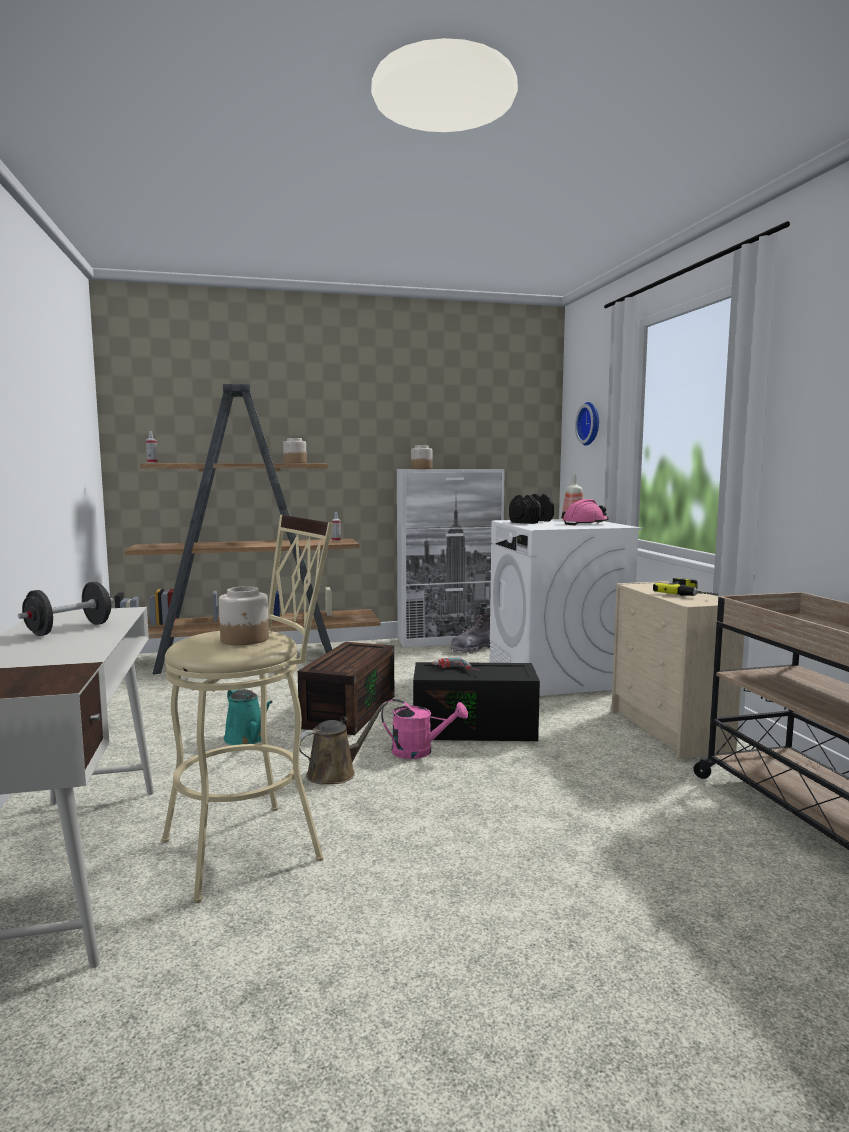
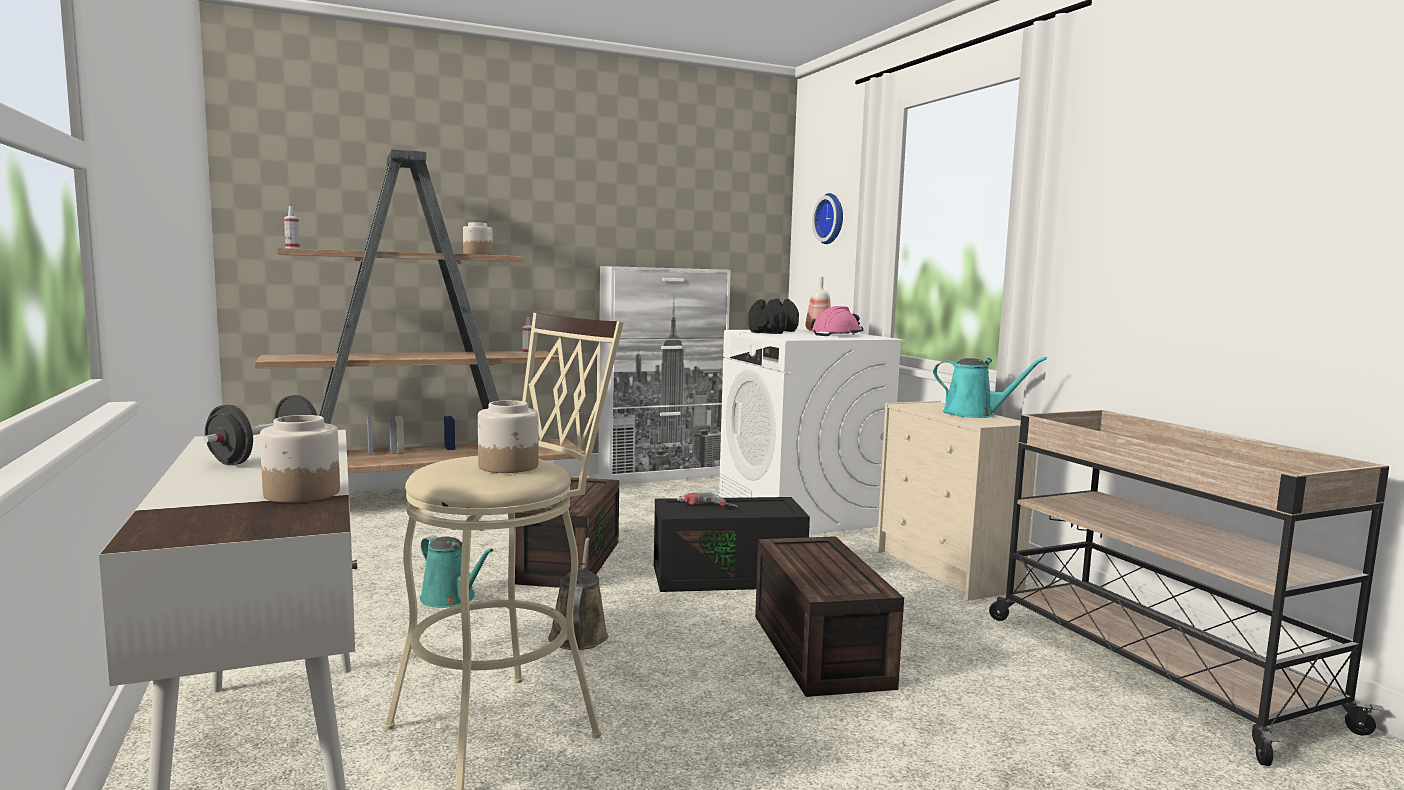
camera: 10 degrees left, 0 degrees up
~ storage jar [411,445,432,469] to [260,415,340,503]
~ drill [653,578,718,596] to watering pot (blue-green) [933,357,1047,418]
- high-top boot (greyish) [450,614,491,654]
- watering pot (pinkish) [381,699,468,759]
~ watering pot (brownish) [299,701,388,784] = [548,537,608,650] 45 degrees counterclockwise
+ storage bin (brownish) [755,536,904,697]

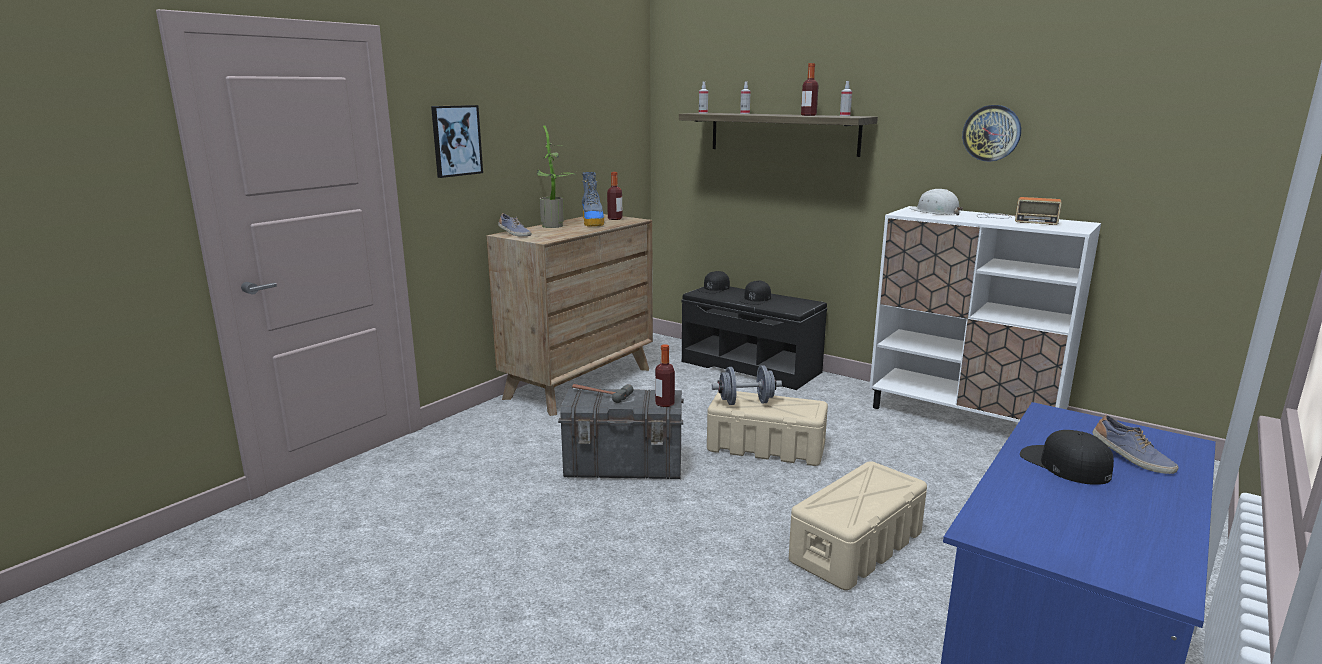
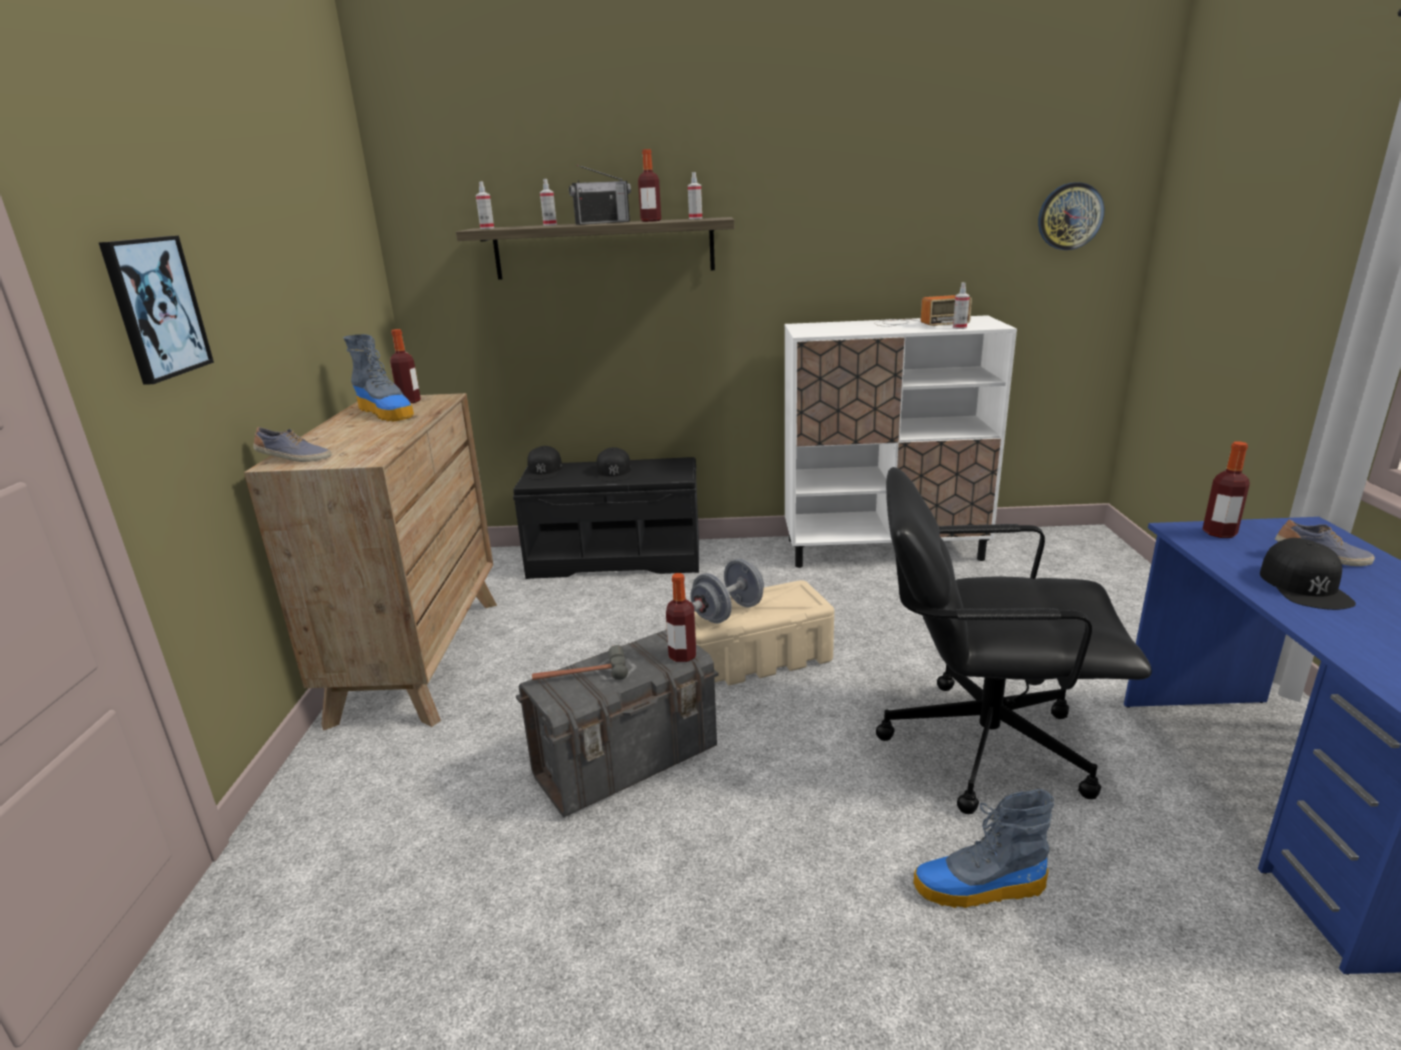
camera: 35 degrees left, 5 degrees up
~ clock on the wall [962,105,1021,161] to [1038,182,1104,250]
- plant in a pot [536,125,576,228]
- safety helmet (whitish) [909,189,963,216]
~ baseball cap (blackish) [1020,430,1114,485] = [1260,538,1356,610] 105 degrees counterclockwise
~ storage bin (sand-coloured) [789,461,927,590] to computer chair (blackish) [876,467,1152,814]
+ radio receiver [569,165,631,225]
+ hand sprayer [953,283,970,329]
+ beverage bottle [1202,442,1250,538]
+ high-top boot [914,789,1054,908]

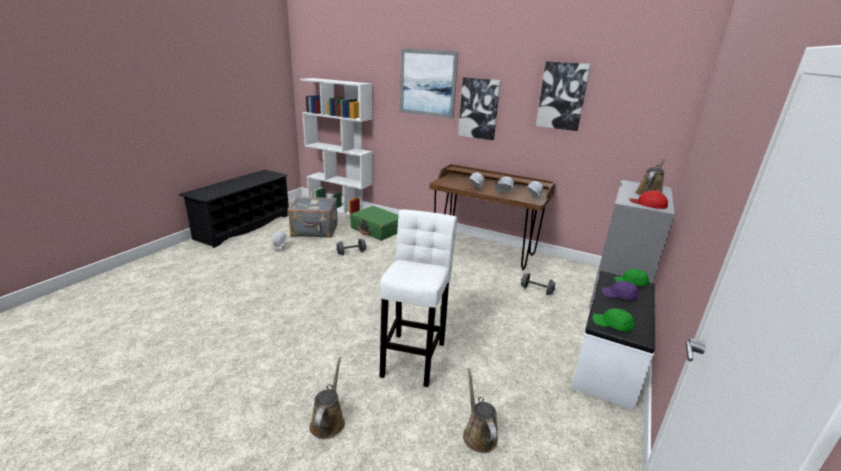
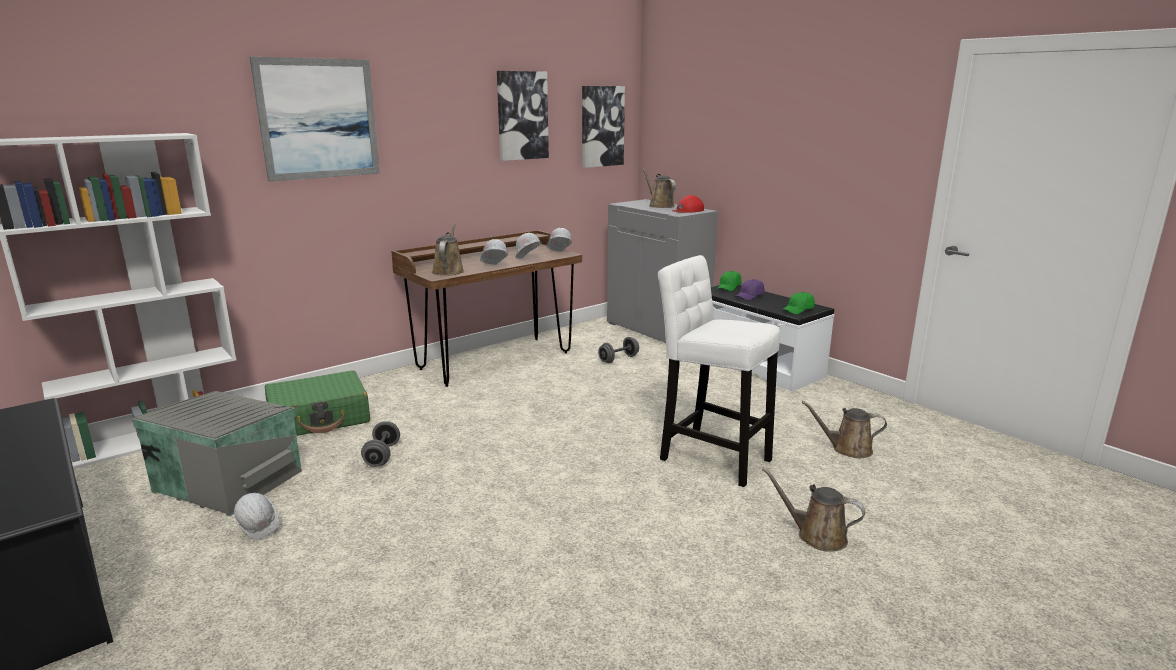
camera: 65 degrees left, 5 degrees down
~ picture [458,77,501,140] to [582,86,625,168]
~ travel case (greyish) [287,196,338,238] to storage bin (greyish) [132,391,302,516]
+ watering pot (brownish) [432,223,464,276]

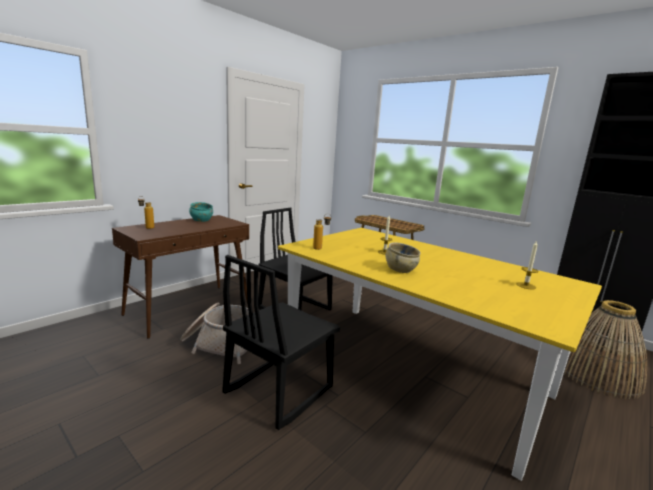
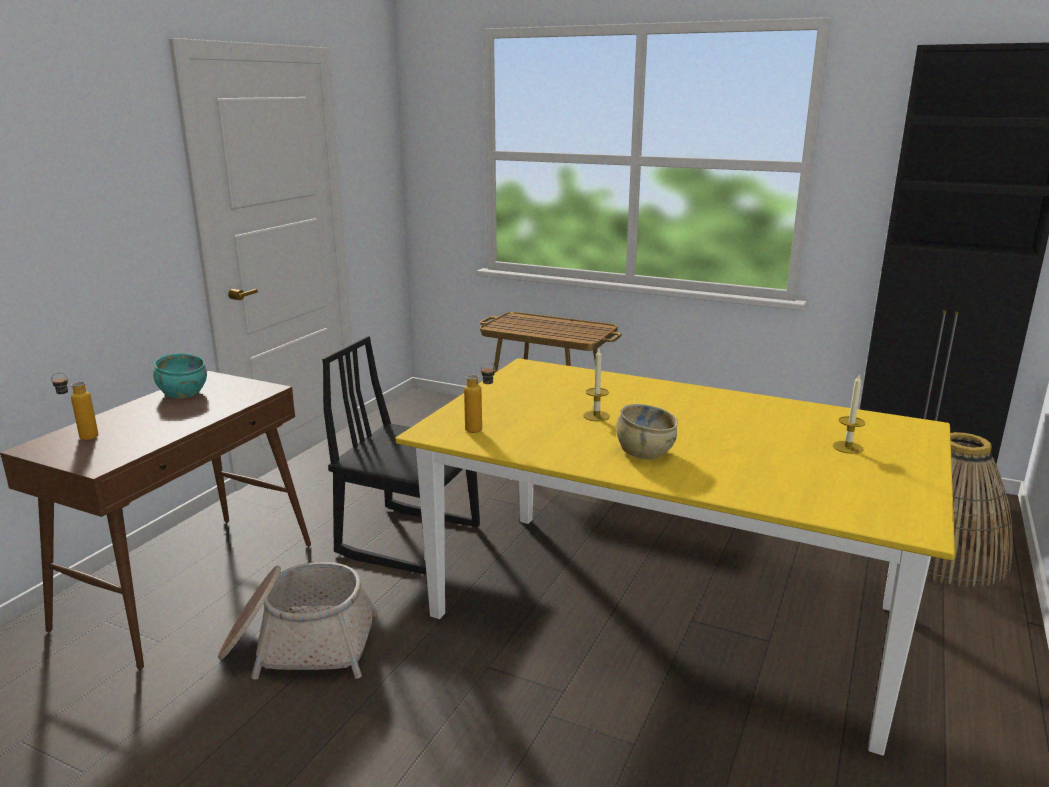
camera: 15 degrees left, 5 degrees up
- plain chair (blackish) [222,255,340,430]

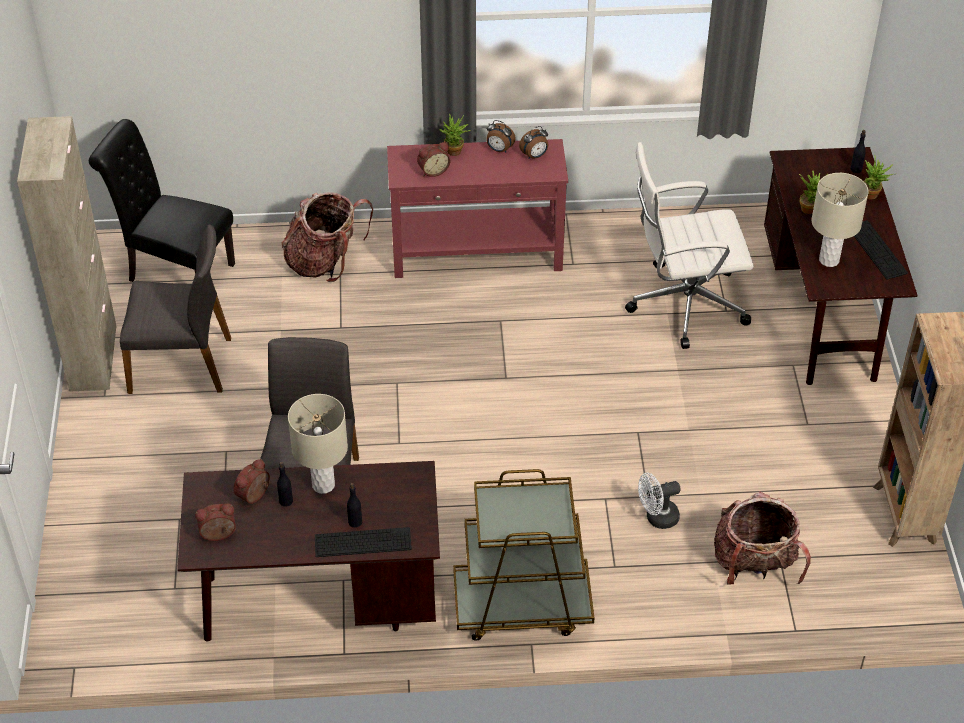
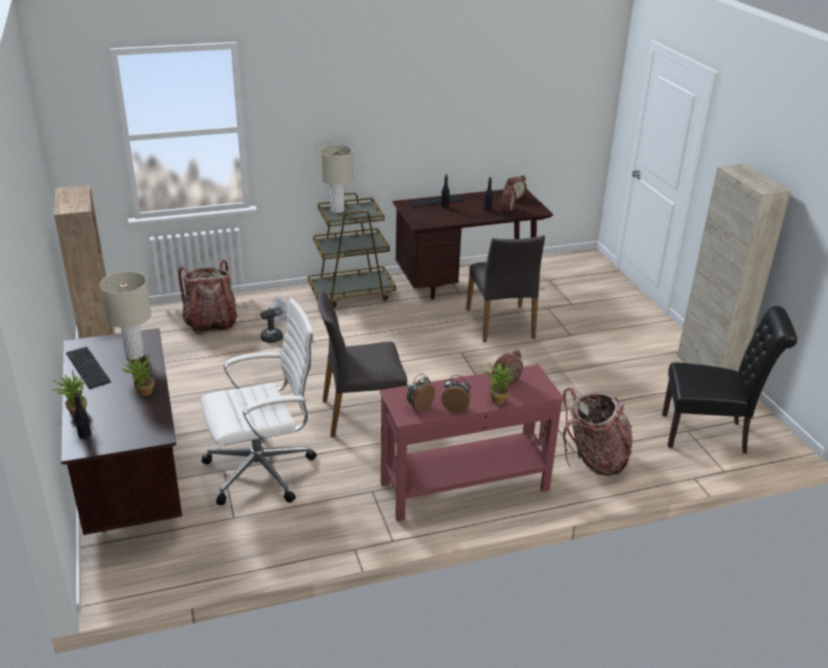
camera: 165 degrees right, 15 degrees down
~ plain chair (greyish) [120,224,231,394] to [317,291,407,437]
~ lamp for a table (sand-coloured) [288,394,348,494] to [319,145,353,213]

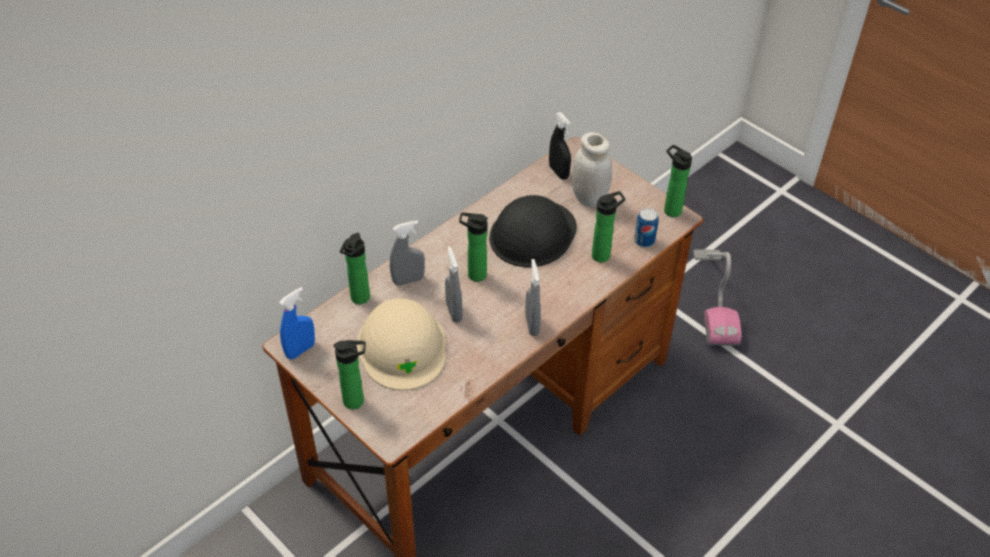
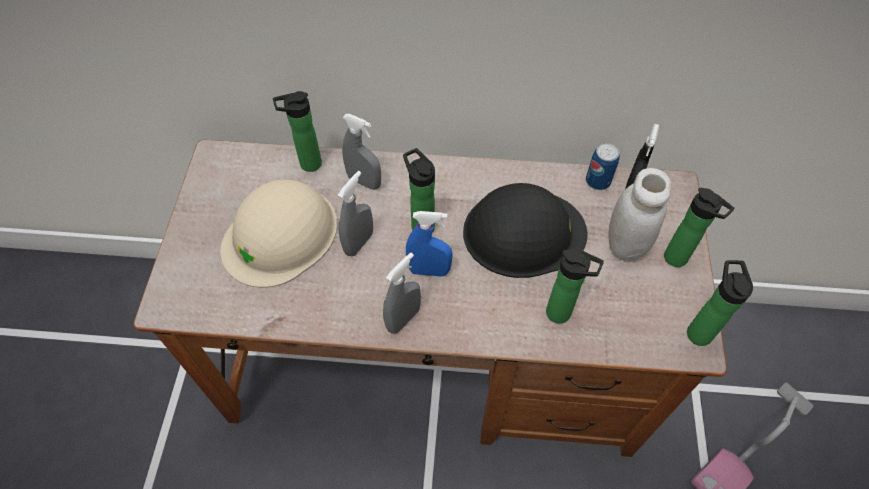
camera: 50 degrees right, 10 degrees up
~ sealed can [634,208,659,247] to [586,143,620,190]
~ hand sprayer (blue) [279,287,315,359] to [406,211,453,276]
~ beverage bottle [333,340,366,410] to [664,188,735,267]

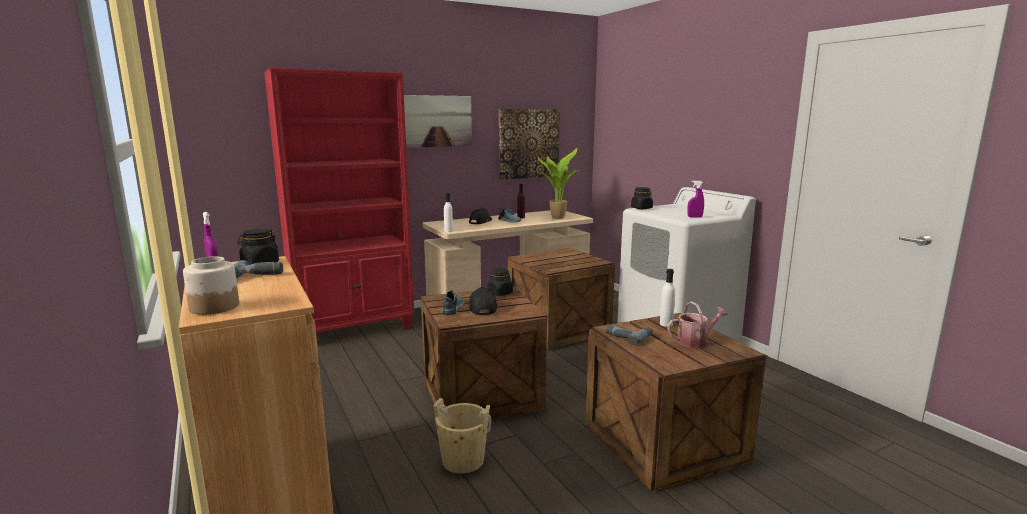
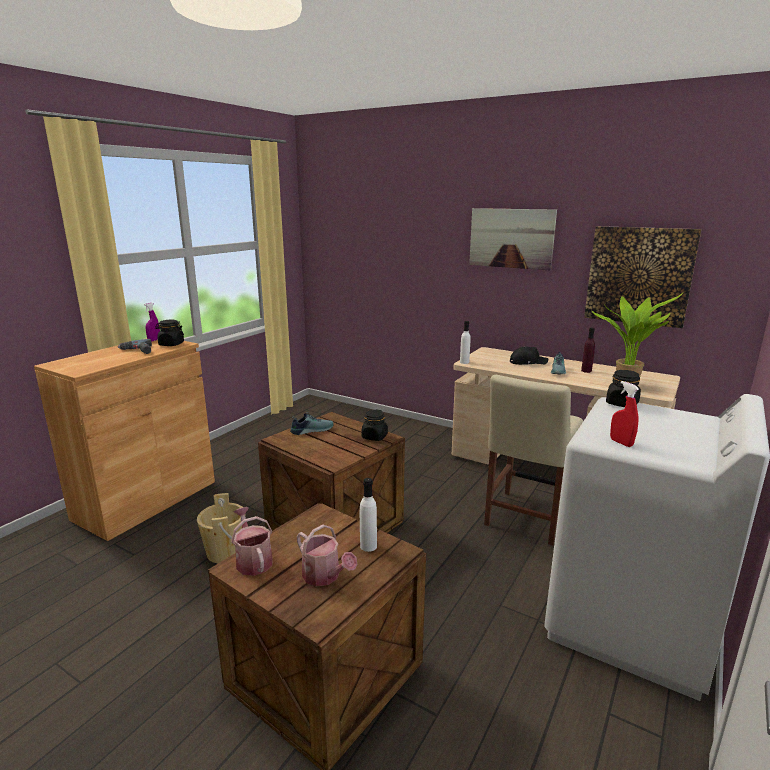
camera: 60 degrees right, 5 degrees up
- shelving unit (red-coloured) [264,68,414,333]
~ hand sprayer (purple-coloured) [687,180,704,218] to hand sprayer (red-coloured) [610,381,639,447]
~ shipping crate [507,248,615,350] to plain chair (sand-coloured) [484,375,583,545]
- storage jar [183,256,239,315]
- baseball cap (blackish) [469,287,497,315]
- drill [605,324,653,346]
+ watering pot [231,507,273,576]

